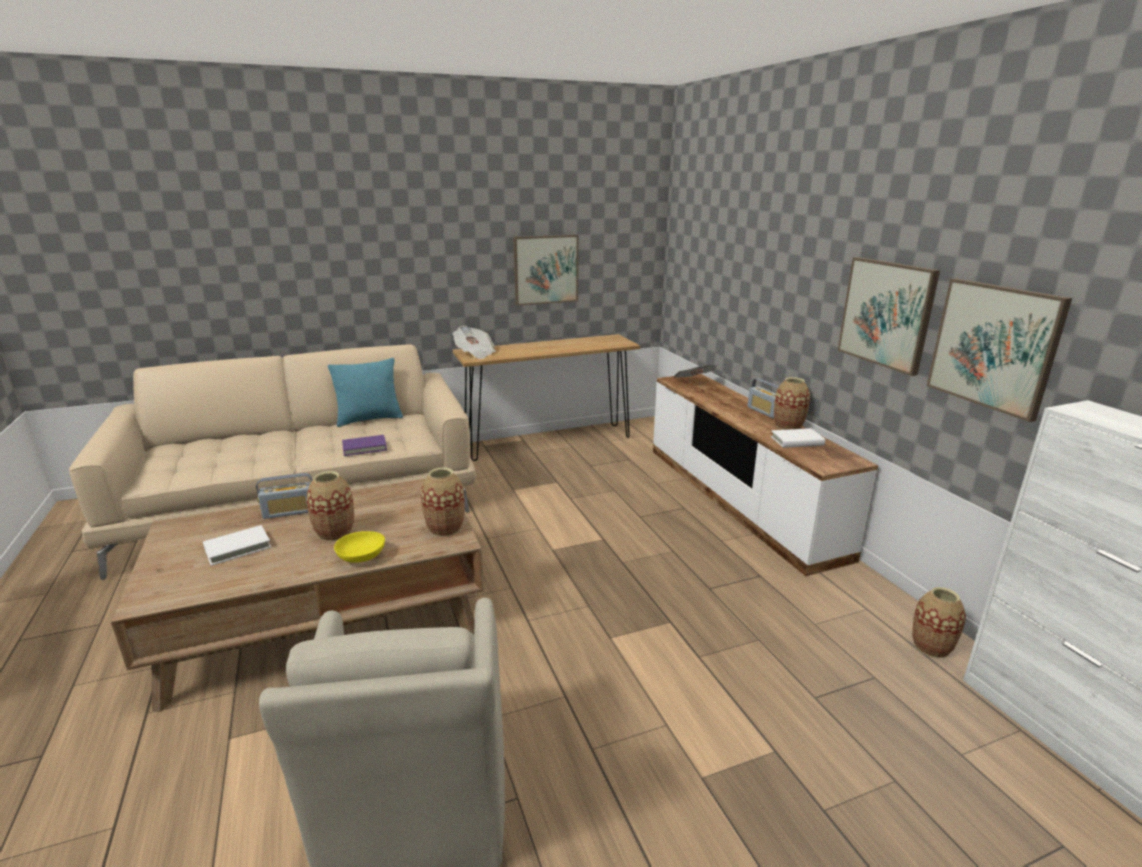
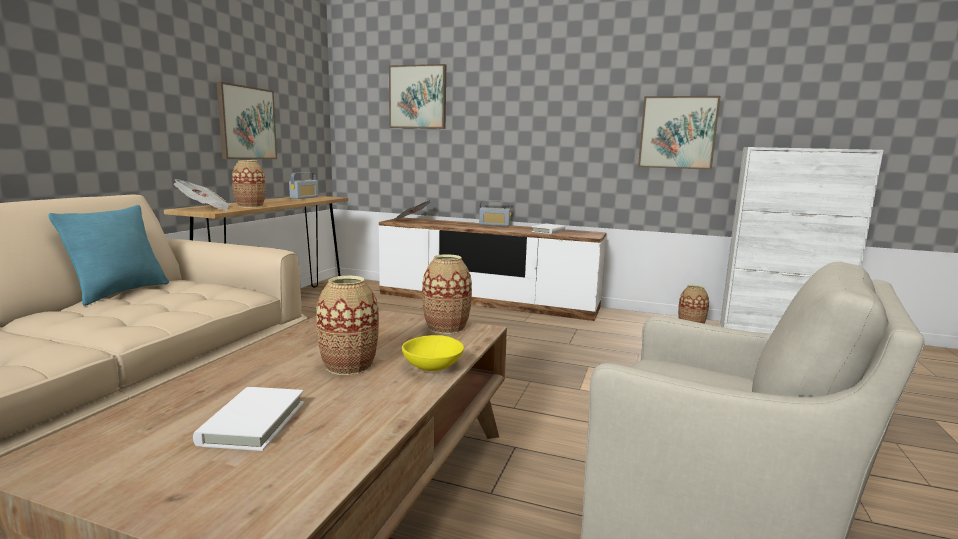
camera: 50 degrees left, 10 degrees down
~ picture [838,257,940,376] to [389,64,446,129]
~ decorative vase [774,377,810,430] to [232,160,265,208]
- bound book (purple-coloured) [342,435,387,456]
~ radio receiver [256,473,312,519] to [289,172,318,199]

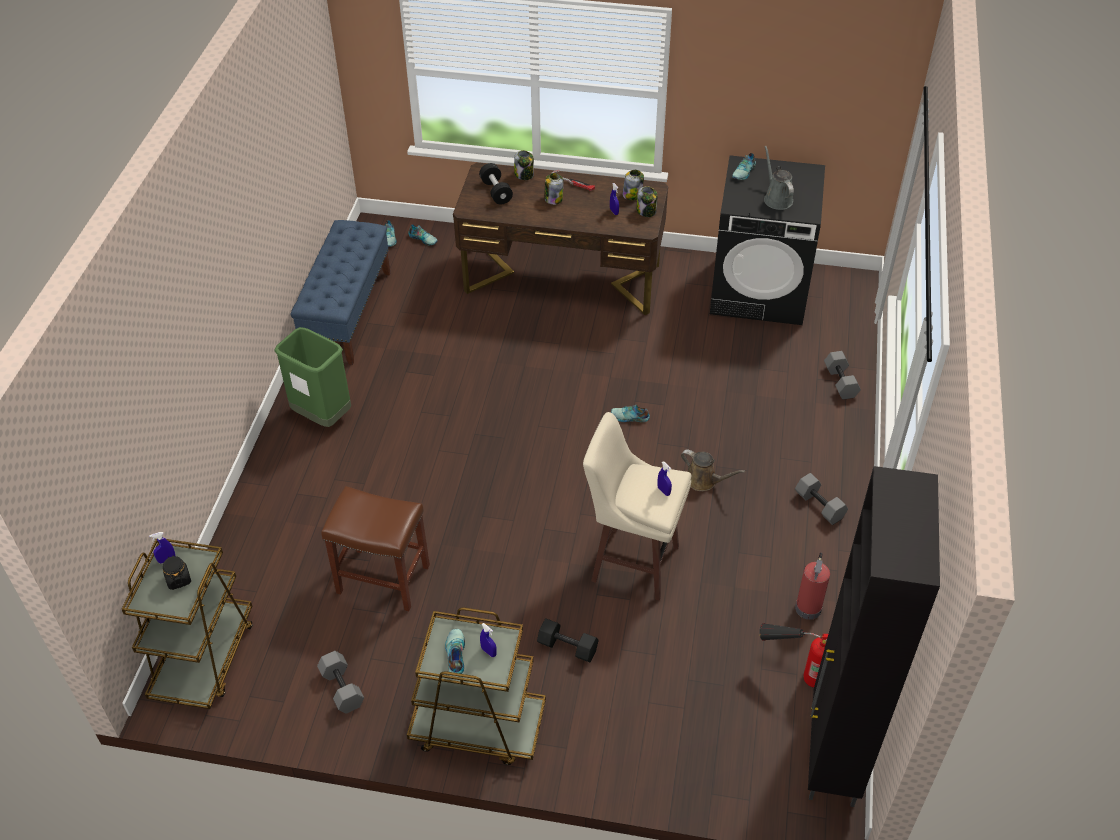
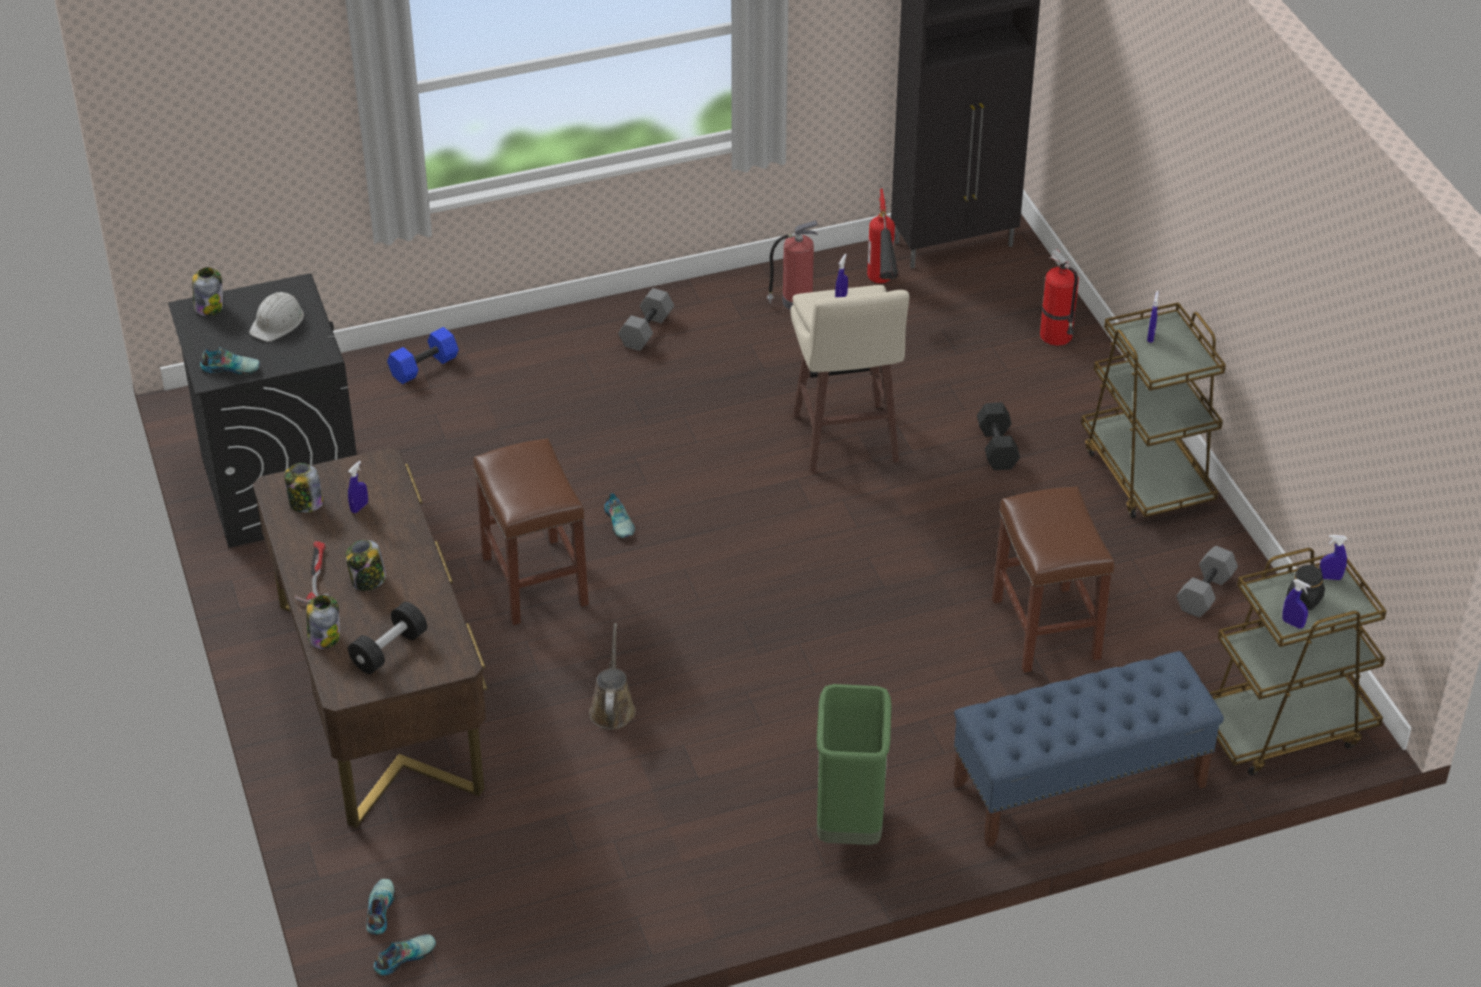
camera: 120 degrees left, 5 degrees down
~ watering pot (greyish) [764,146,794,210] to safety helmet (whitish) [249,292,304,342]
~ storage jar [637,186,658,217] to [192,267,224,316]
~ long seat (blue) [291,220,390,365] to [953,651,1224,847]
~ hand weight (greyish) [824,351,861,400] to hand weight (blue) [387,327,459,384]
~ watering pot (brownish) [681,449,745,491] to [589,623,636,730]
- item of footwear [445,629,465,674]
+ fire extinguisher [1040,249,1079,346]
+ stool (brownish) [473,438,589,625]
+ hand sprayer (blue) [1320,535,1347,580]

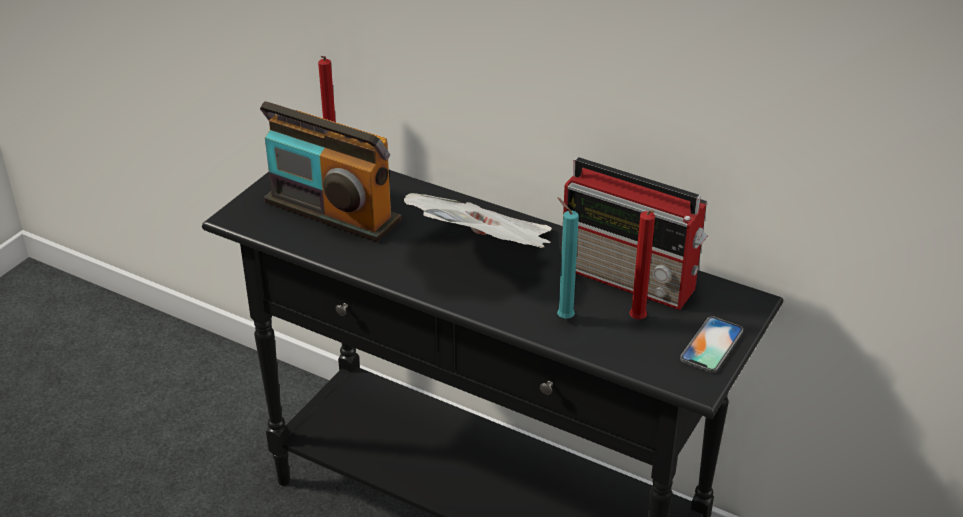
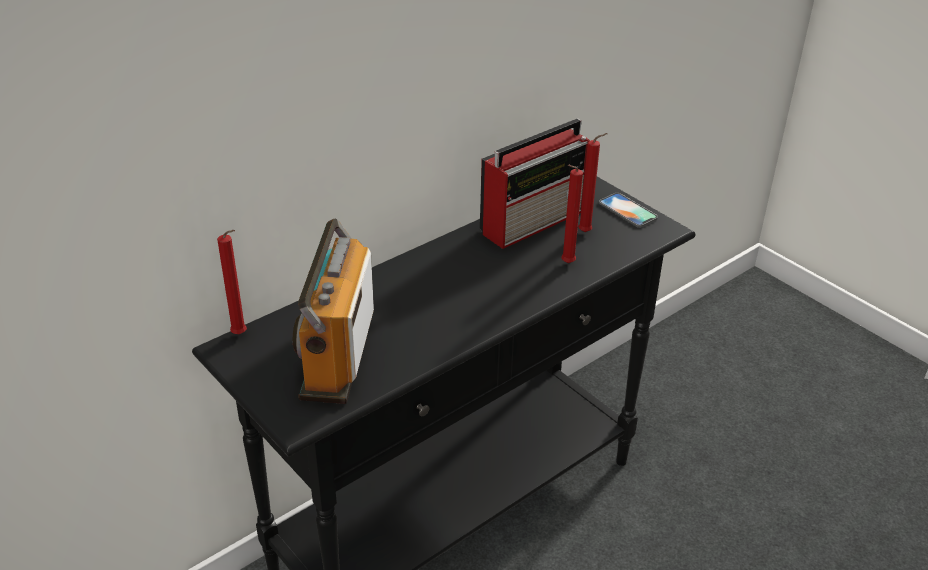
camera: 70 degrees left, 0 degrees up
~ radio receiver [260,101,401,242] = [293,218,374,404] 135 degrees clockwise
- daily paper [404,193,552,248]
~ wax light (blue-green) [557,197,579,319] to wax light (red-coloured) [561,165,583,263]

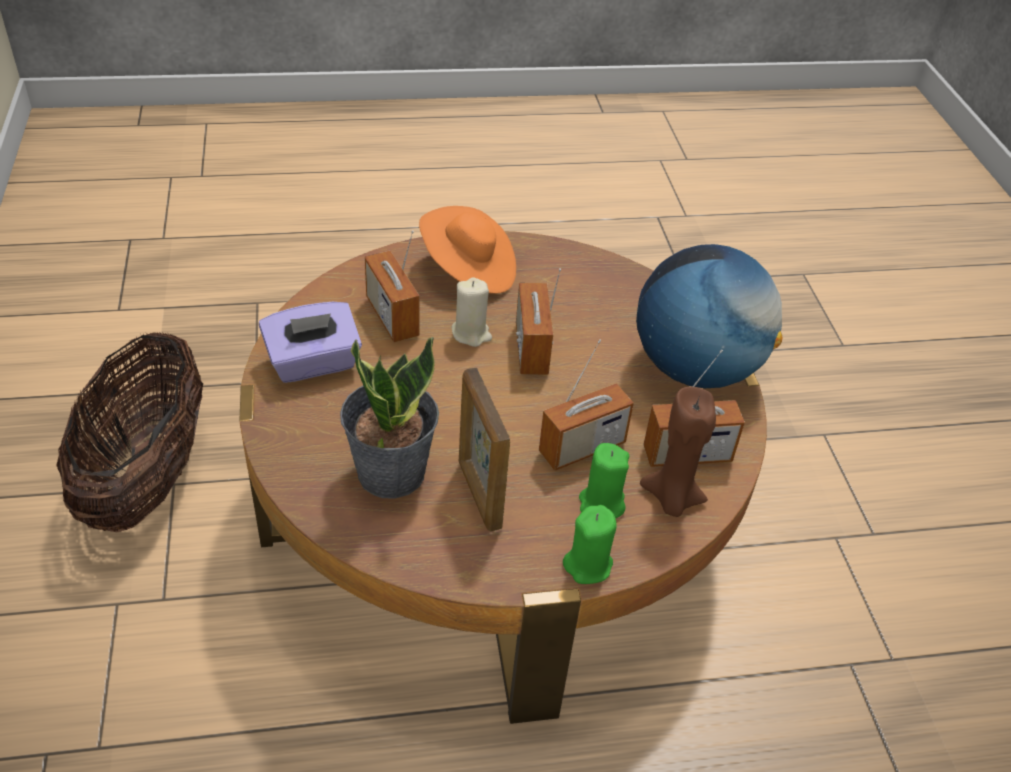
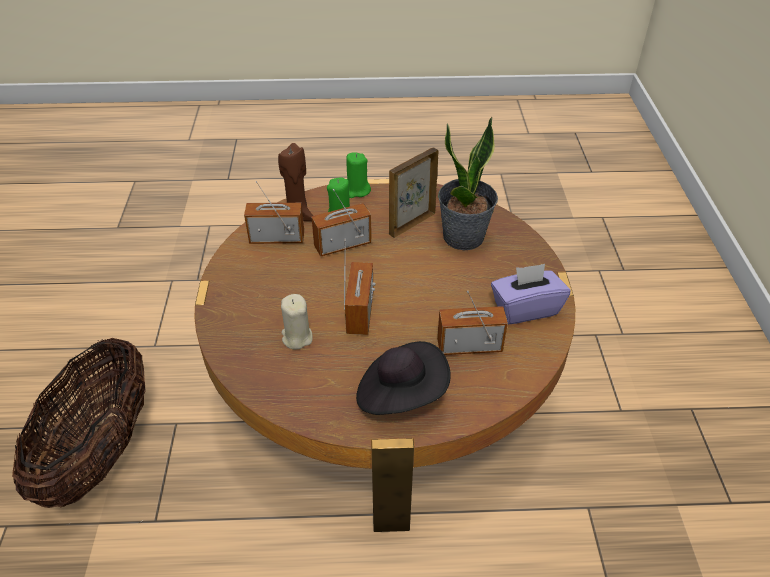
camera: 170 degrees left, 0 degrees up
~ hat (orange) [419,206,516,294] to hat (blackish) [356,341,451,415]
~ radio receiver [365,230,419,342] = [437,290,508,355] 75 degrees counterclockwise
- desk globe [636,244,783,388]
~ wax light (sand-coloured) [452,277,492,347] to [281,294,313,350]
~ storage basket [56,332,203,532] to [12,338,146,508]
~ standing frame [459,367,510,532] = [389,147,439,238] 120 degrees counterclockwise

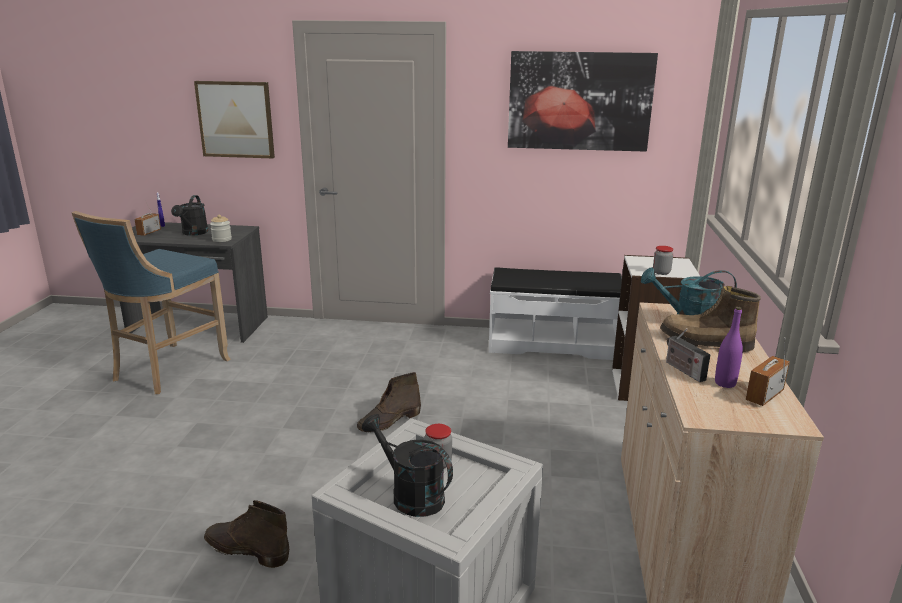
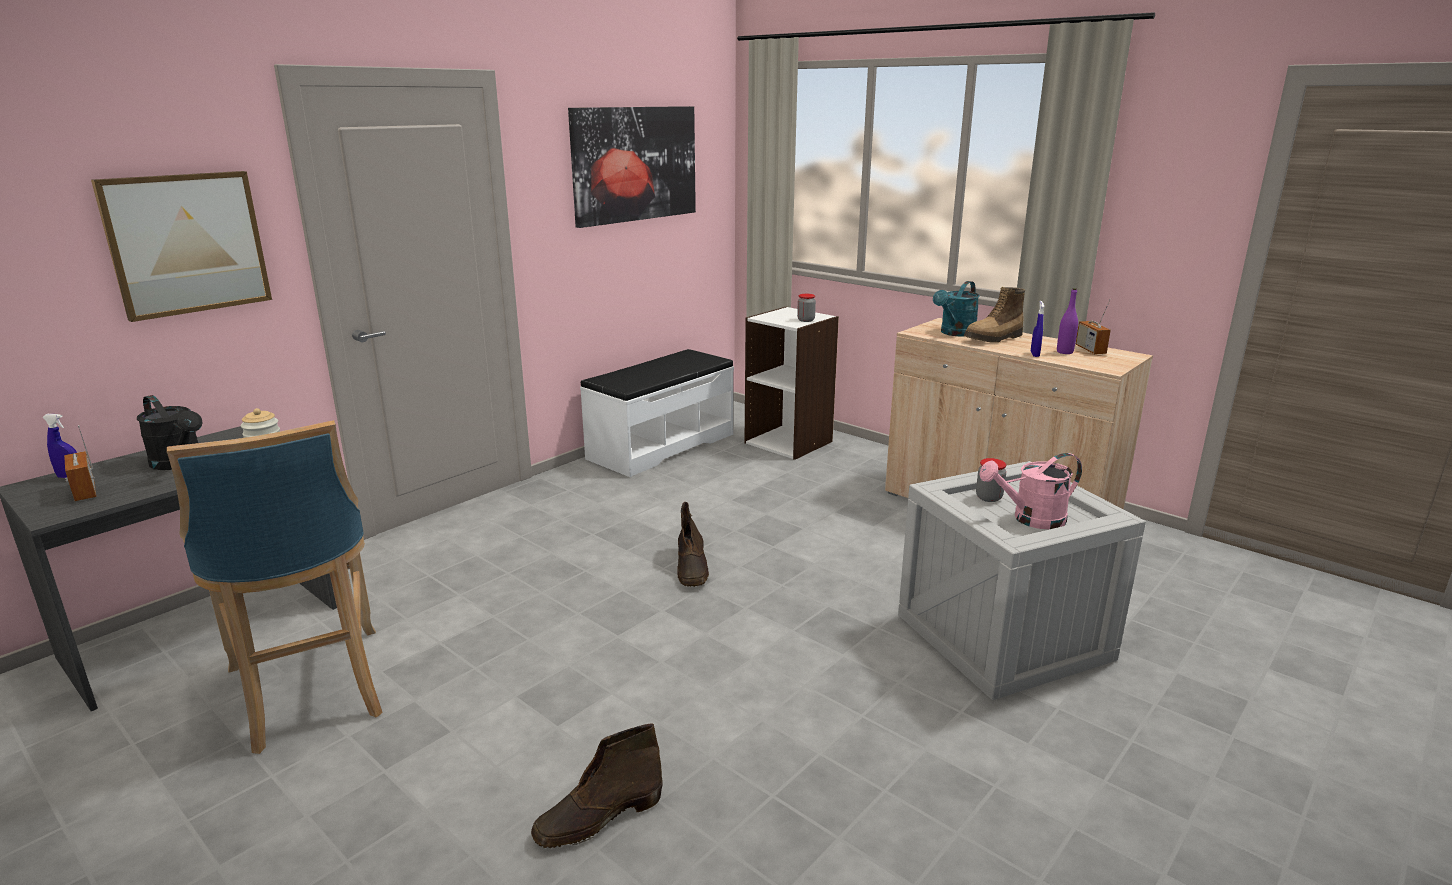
camera: 55 degrees left, 0 degrees up
~ radio receiver [666,328,710,382] to hand sprayer (blue) [1031,301,1044,357]
~ watering pot (blackish) [362,414,453,517] to watering pot (pinkish) [979,453,1082,529]
~ high-top boot (brownish) [204,500,289,568] to [531,723,663,848]

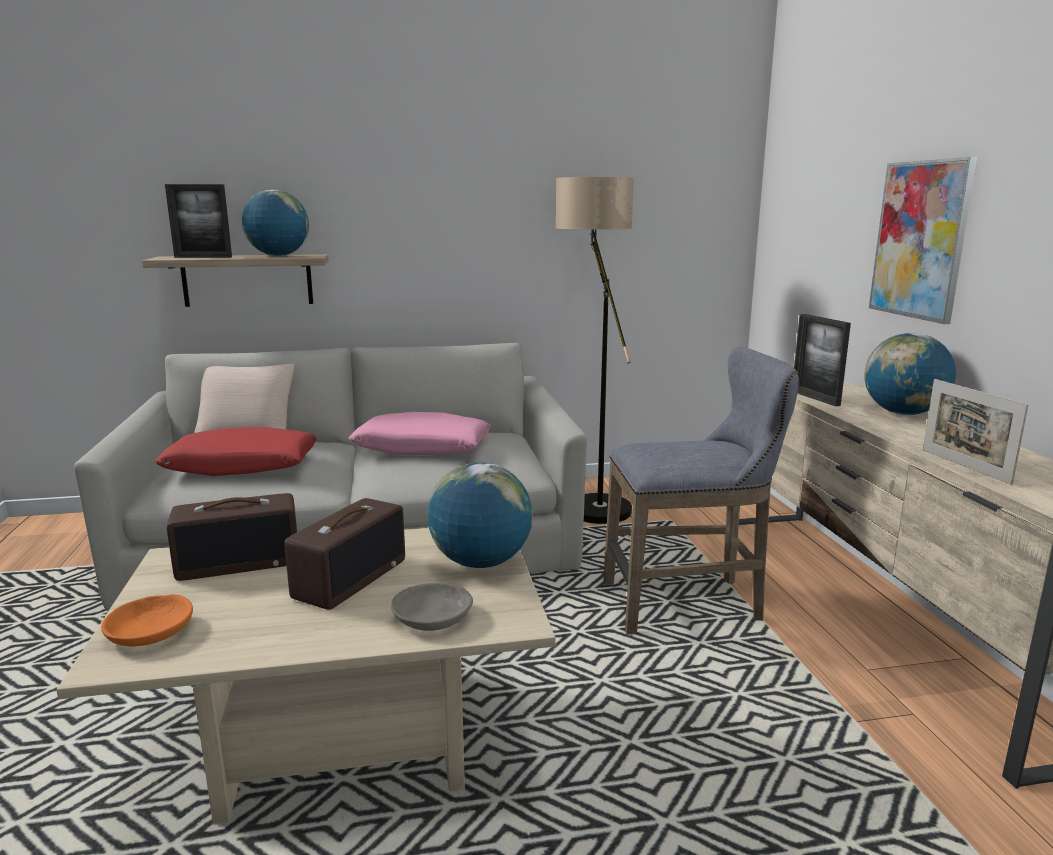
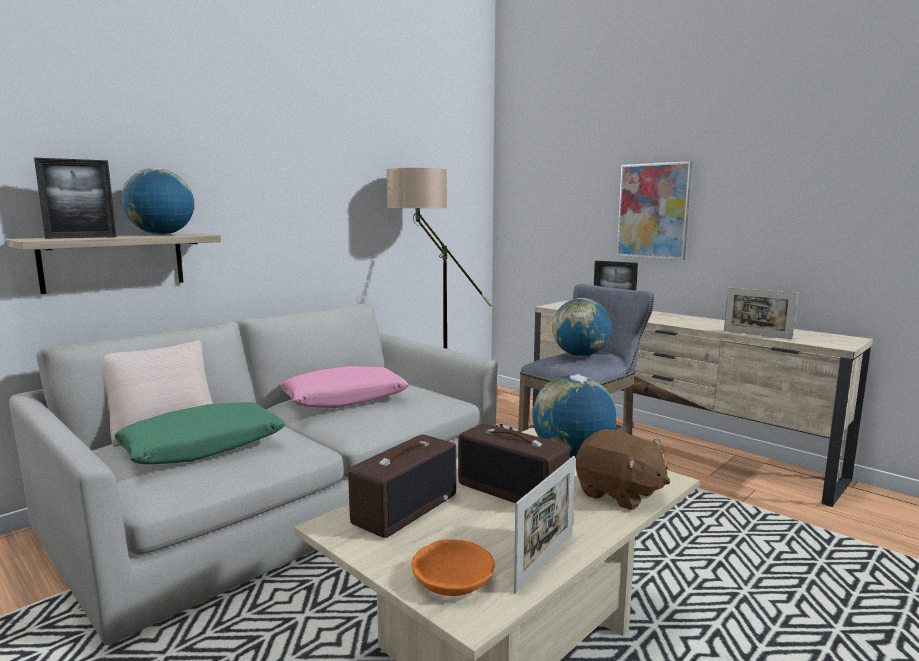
camera: 35 degrees left, 5 degrees down
~ desk globe [864,332,956,415] to [552,298,612,357]
~ cushion (red-coloured) [155,427,317,476] to cushion (green-coloured) [114,402,285,464]
~ radio receiver [284,498,405,610] = [458,423,570,503] 135 degrees clockwise
~ serving bowl (greyish) [391,582,473,631] to soft toy (brownish) [576,429,670,510]
+ standing frame [514,456,575,594]

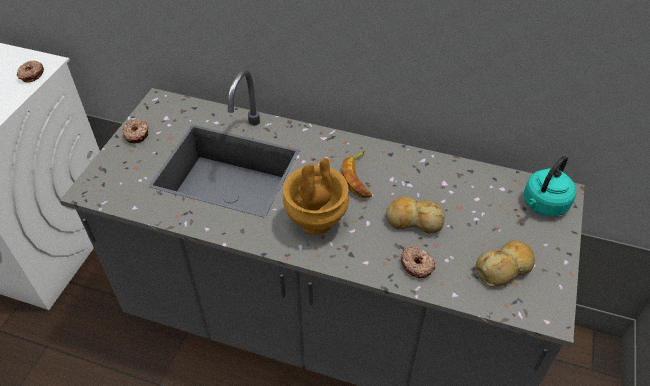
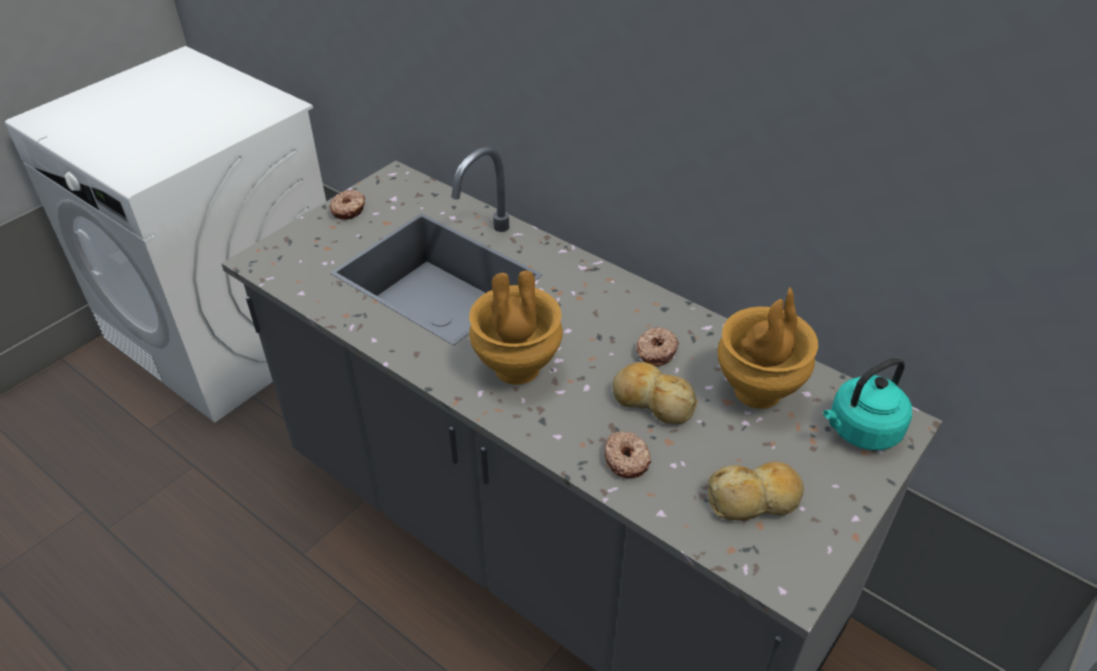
camera: 20 degrees right, 5 degrees down
~ ring doughnut [17,61,44,83] to [636,327,679,366]
- banana fruit [342,150,372,198]
+ decorative vase (brownish) [718,287,818,409]

